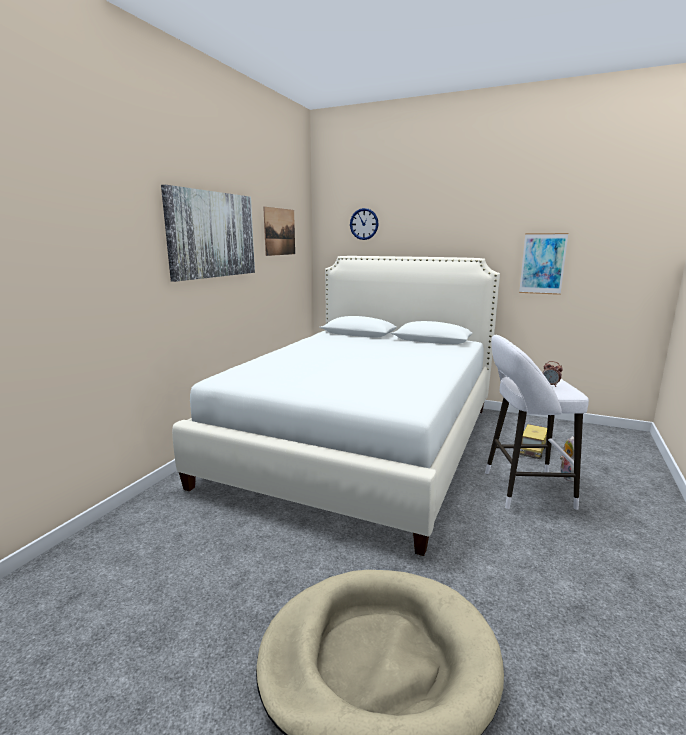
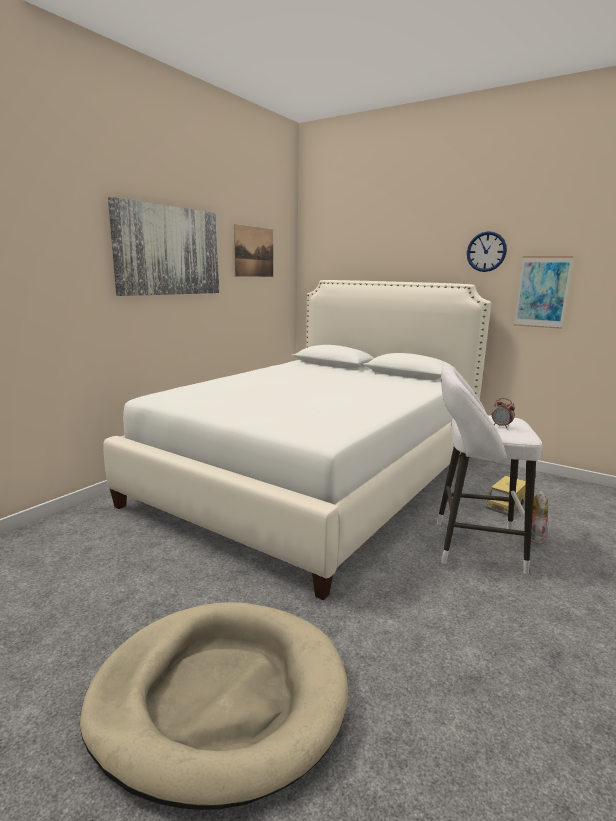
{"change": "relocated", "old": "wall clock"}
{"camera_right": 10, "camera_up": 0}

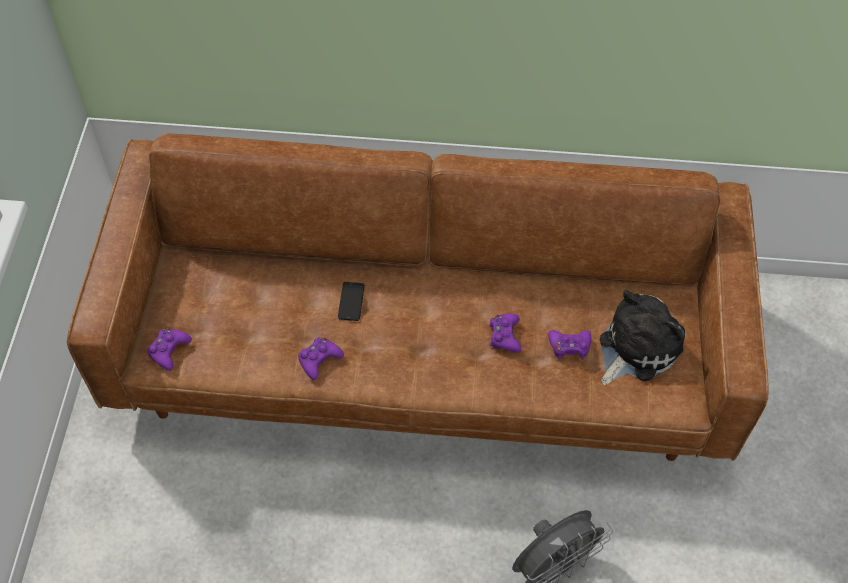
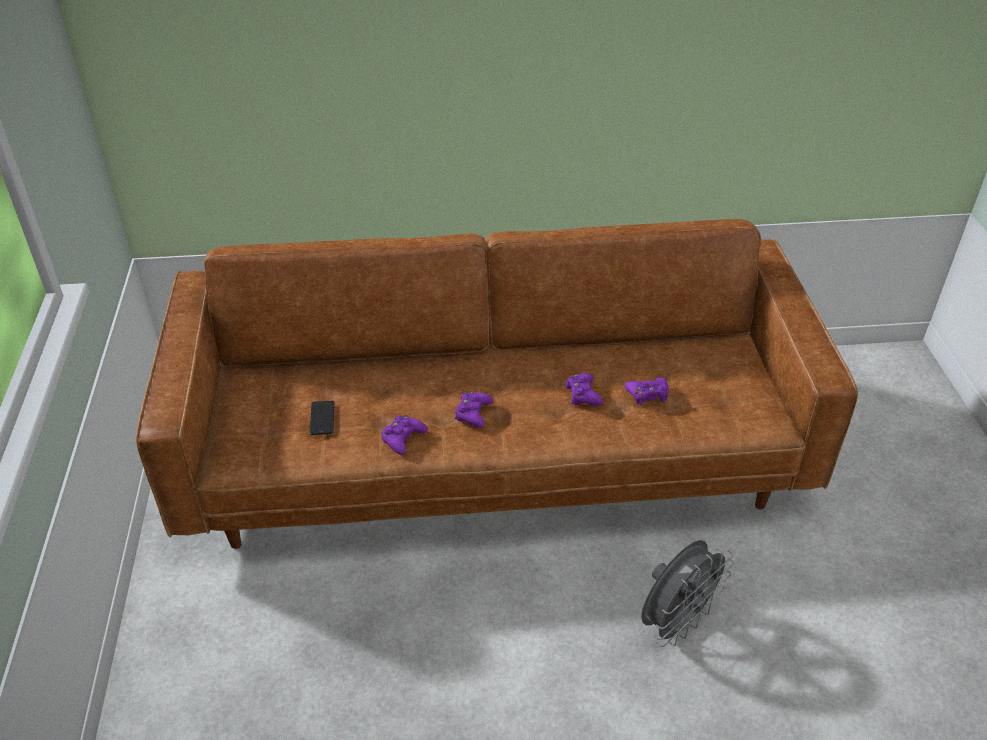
{"change": "relocated", "old": "phone"}
{"change": "relocated", "old": "game controller/purple (no. 1 from left in the first image)", "new": "game controller/purple (no. 2 from left)"}
{"change": "missing", "old": "plush toy"}
{"camera_right": -10, "camera_up": -15}

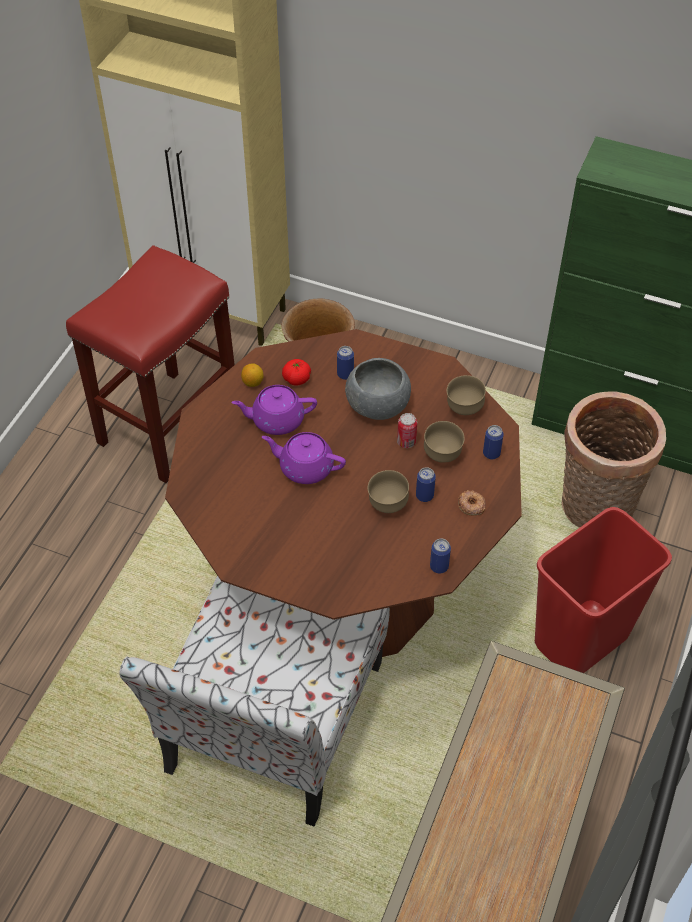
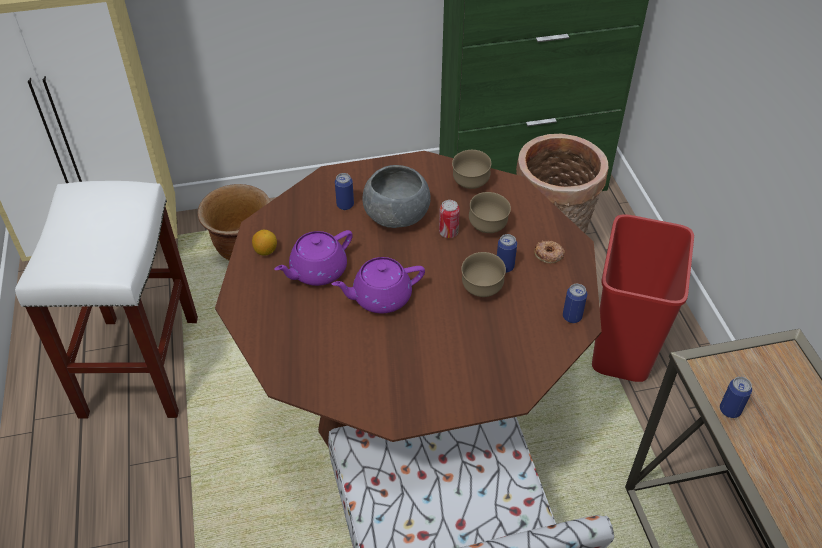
{"change": "colour", "old": "stool/red", "new": "stool/white"}
{"change": "relocated", "old": "can (no. 5 from left)"}
{"change": "missing", "old": "tomato"}
{"camera_right": -35, "camera_up": -5}

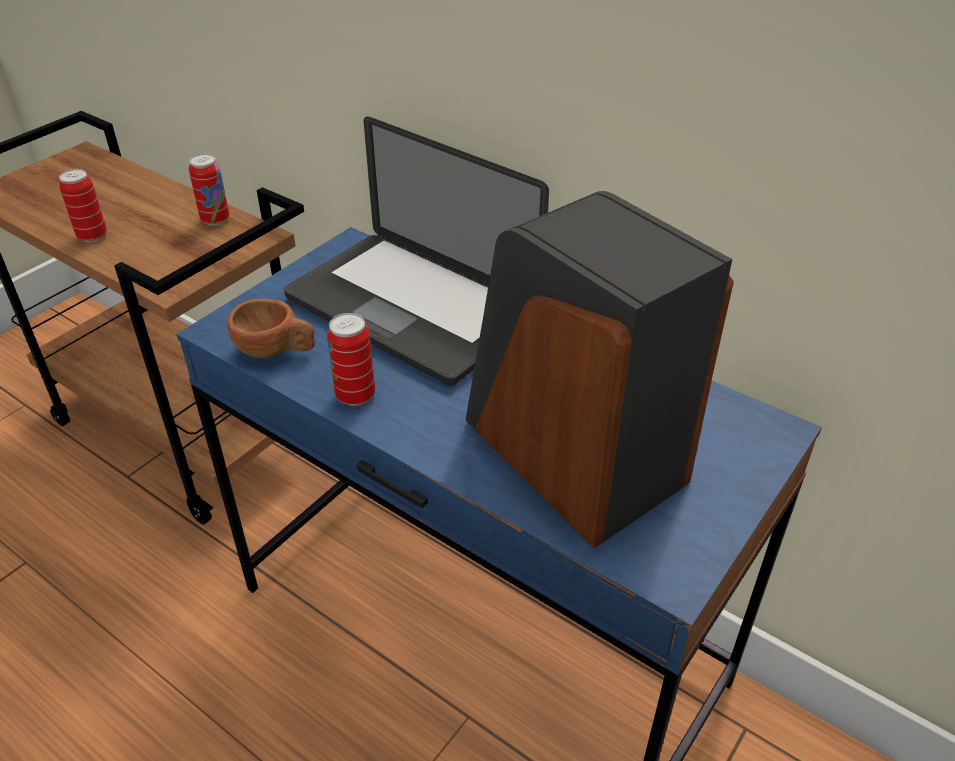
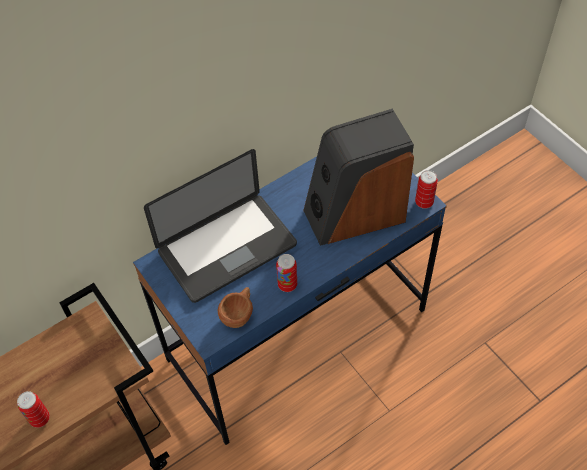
{"change": "relocated", "old": "can (no. 2 from left in the first image)", "new": "can (no. 3 from left)"}
{"camera_right": -70, "camera_up": 15}

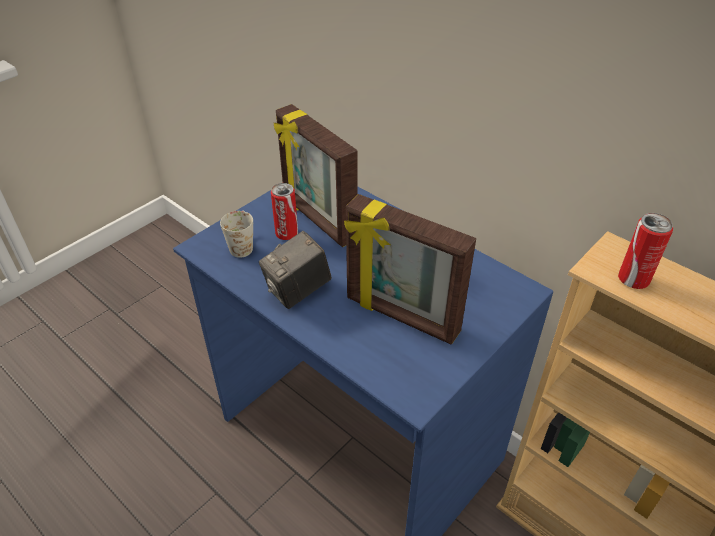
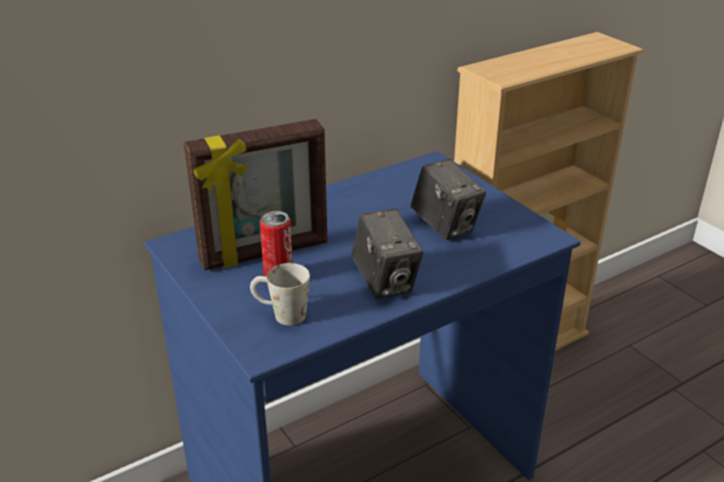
{"change": "exchanged", "old": "picture frame (no. 2 from left)", "new": "photo camera (no. 2 from left)"}
{"change": "missing", "old": "can (no. 2 from left)"}
{"camera_right": -75, "camera_up": -10}

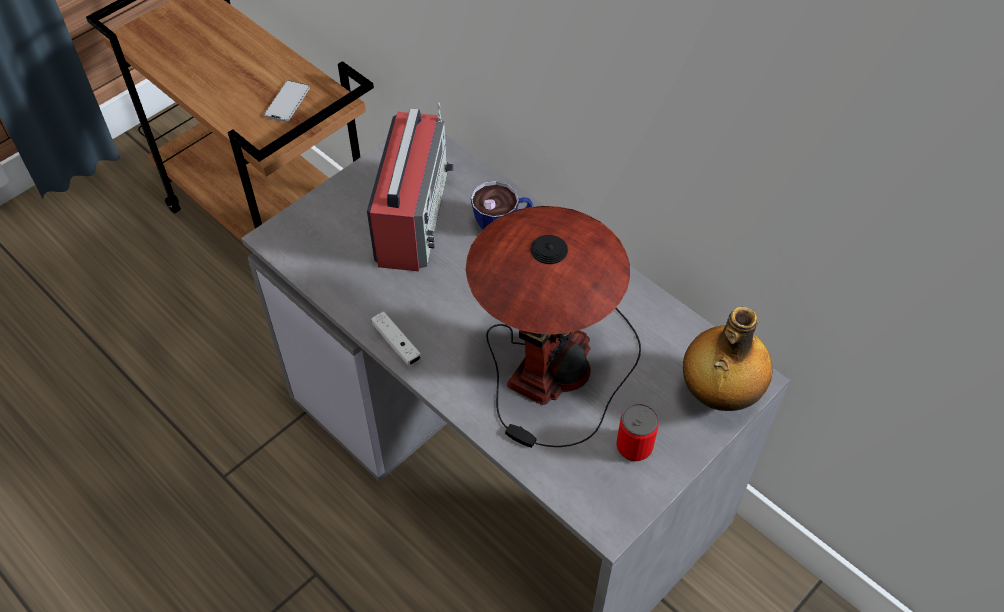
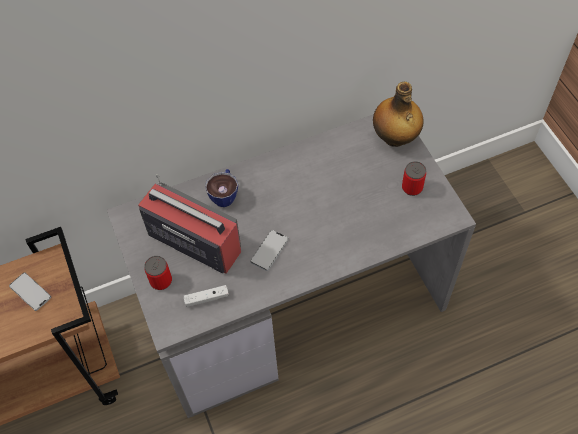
{"change": "appeared", "new": "can (no. 1 from left)"}
{"change": "relocated", "old": "game controller/white"}
{"change": "appeared", "new": "phone (no. 2 from left)"}
{"change": "missing", "old": "table lamp"}
{"camera_right": -65, "camera_up": 5}

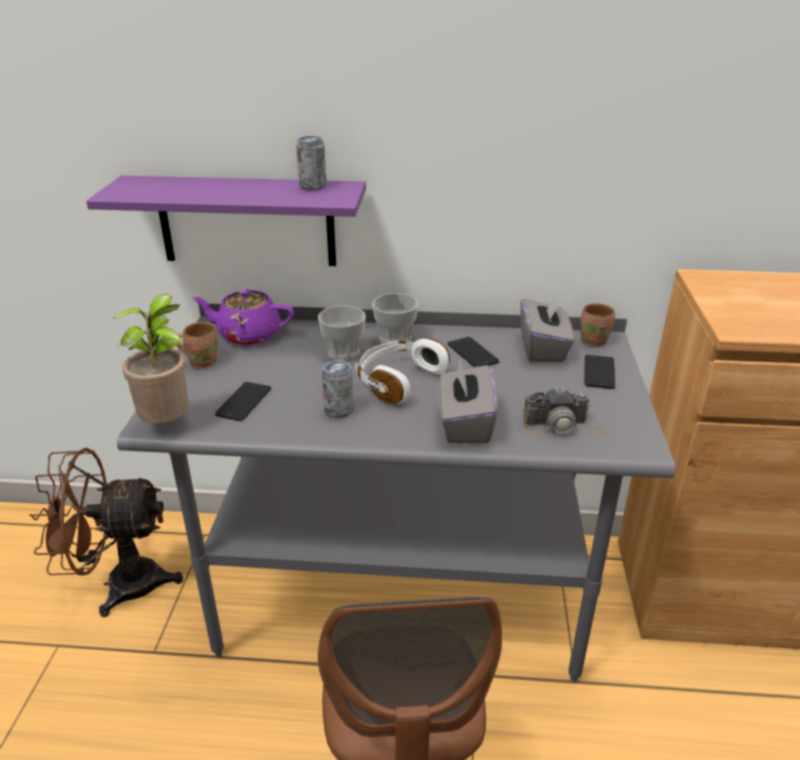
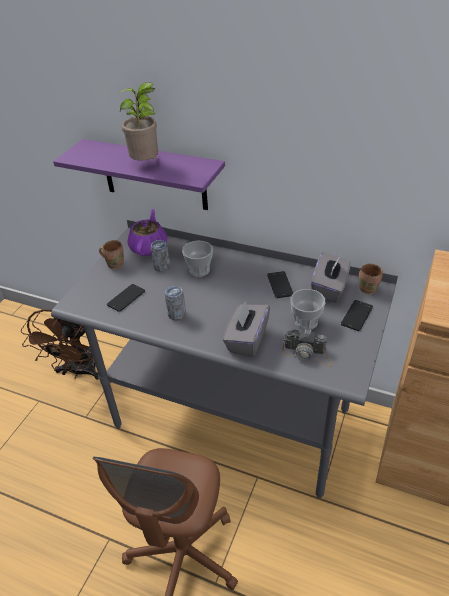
{"change": "spun", "old": "fan/brown", "degrees": -90}
{"change": "relocated", "old": "potted plant"}
{"change": "spun", "old": "teapot/purple", "degrees": 75}
{"change": "relocated", "old": "can (no. 1 from left)"}
{"change": "relocated", "old": "cup (no. 2 from left)"}
{"change": "missing", "old": "headphones/white"}
{"camera_right": 20, "camera_up": 10}

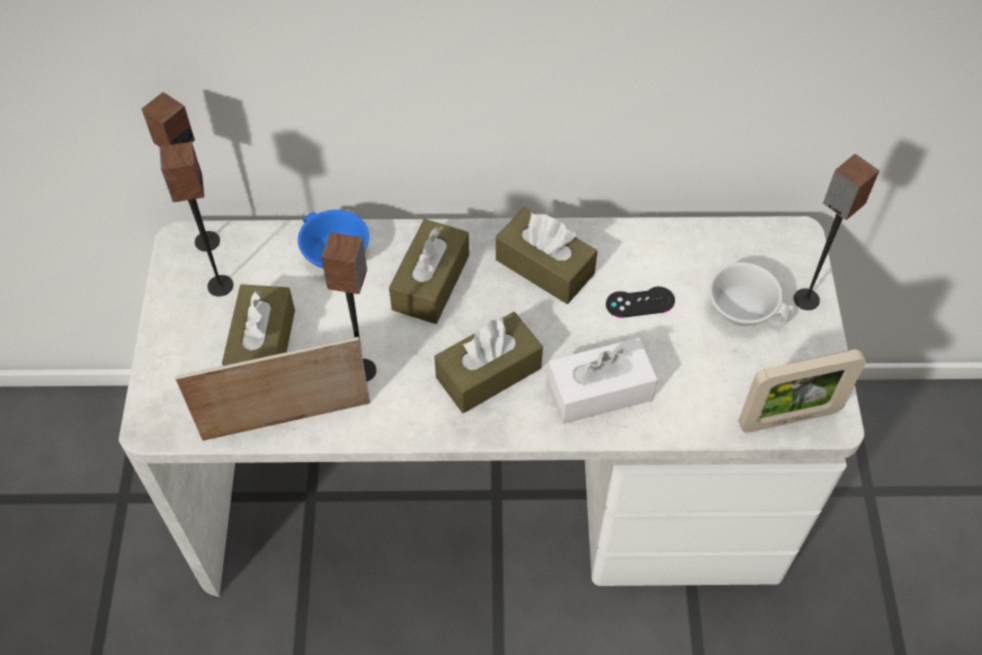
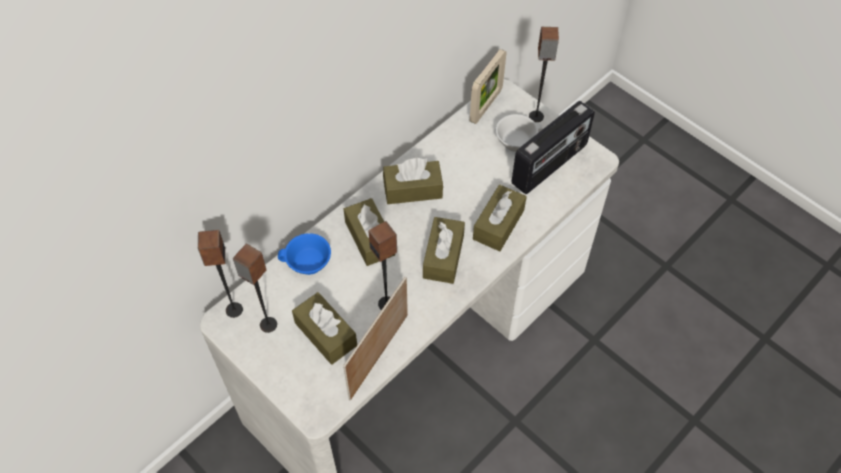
{"change": "relocated", "old": "picture frame (no. 2 from left)"}
{"change": "colour", "old": "tissue box/white", "new": "tissue box/brown (no. 5 from left)"}
{"change": "appeared", "new": "radio"}
{"change": "missing", "old": "game controller/black"}
{"camera_right": -45, "camera_up": 0}

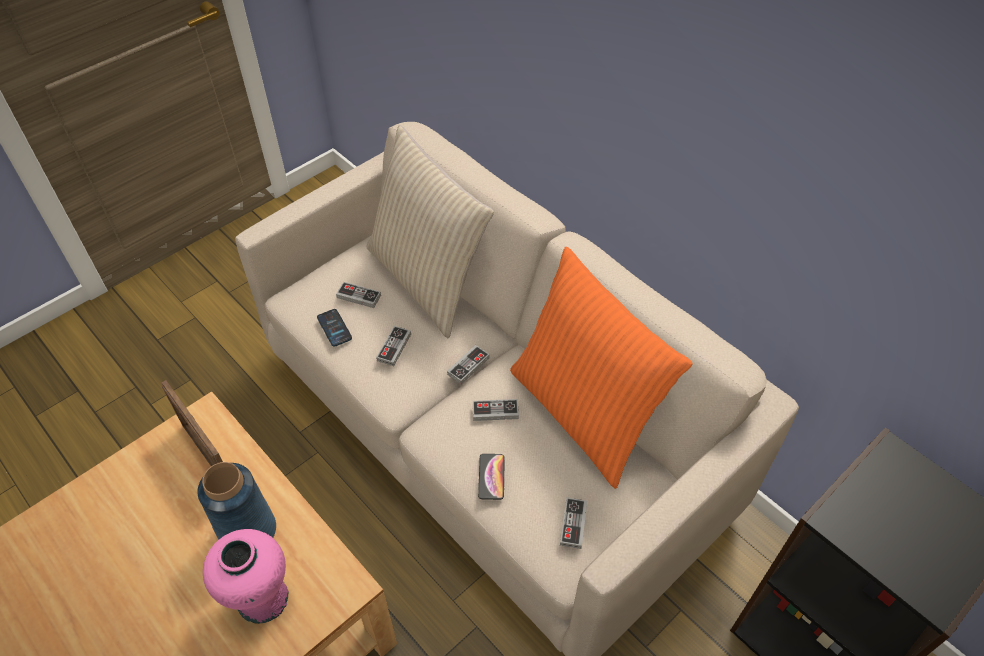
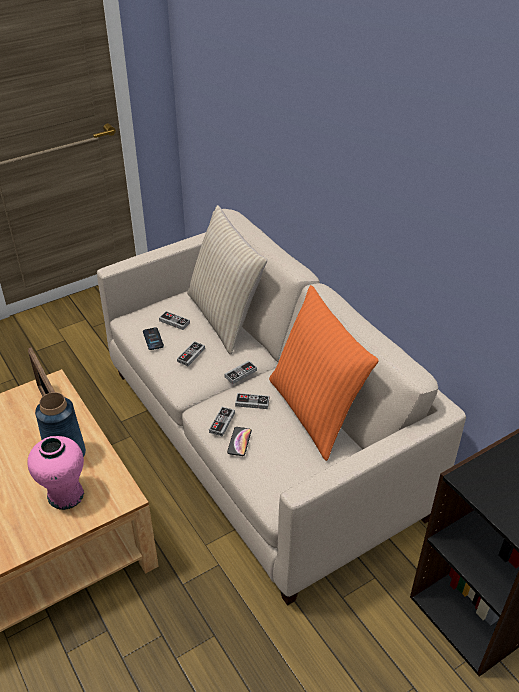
{"change": "relocated", "old": "game controller (no. 5 from left in the first image)", "new": "game controller (no. 3 from left)"}
{"camera_right": 10, "camera_up": -10}

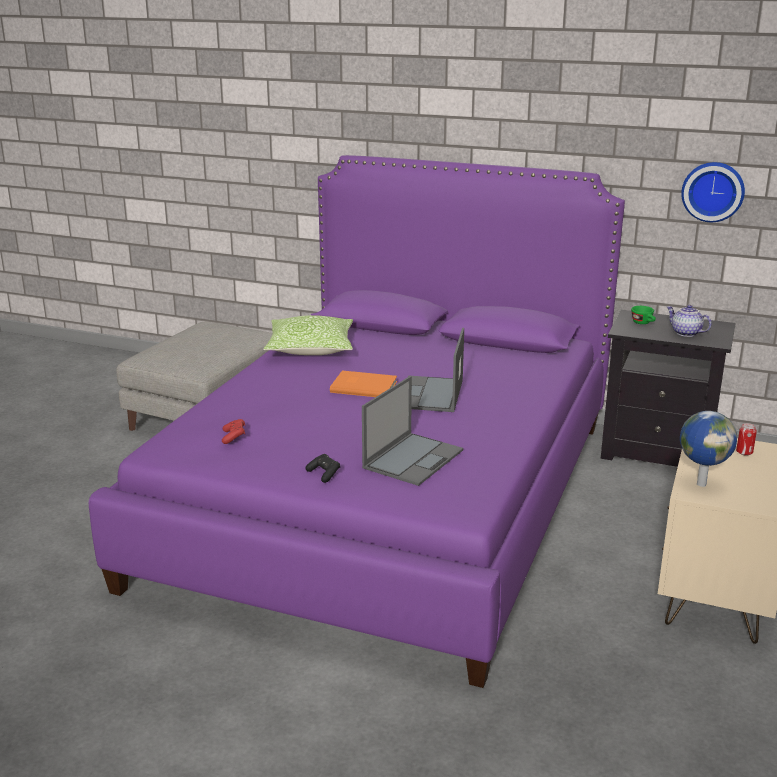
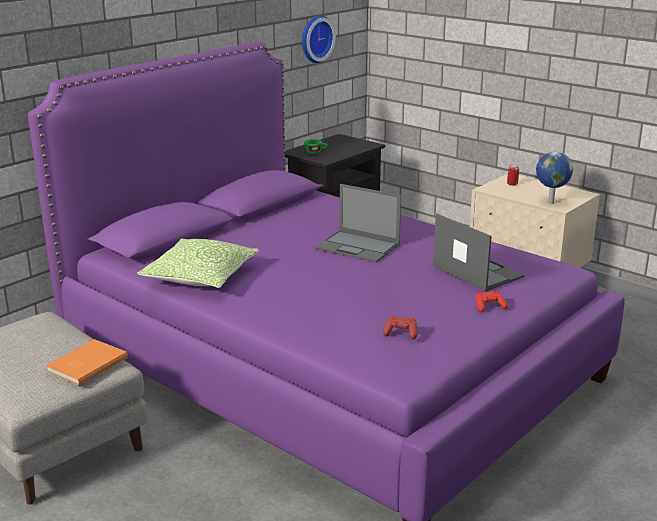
{"change": "relocated", "old": "book/orange"}
{"change": "colour", "old": "game controller/black", "new": "game controller/red (no. 2 from left)"}
{"change": "missing", "old": "teapot"}
{"camera_right": -70, "camera_up": 0}

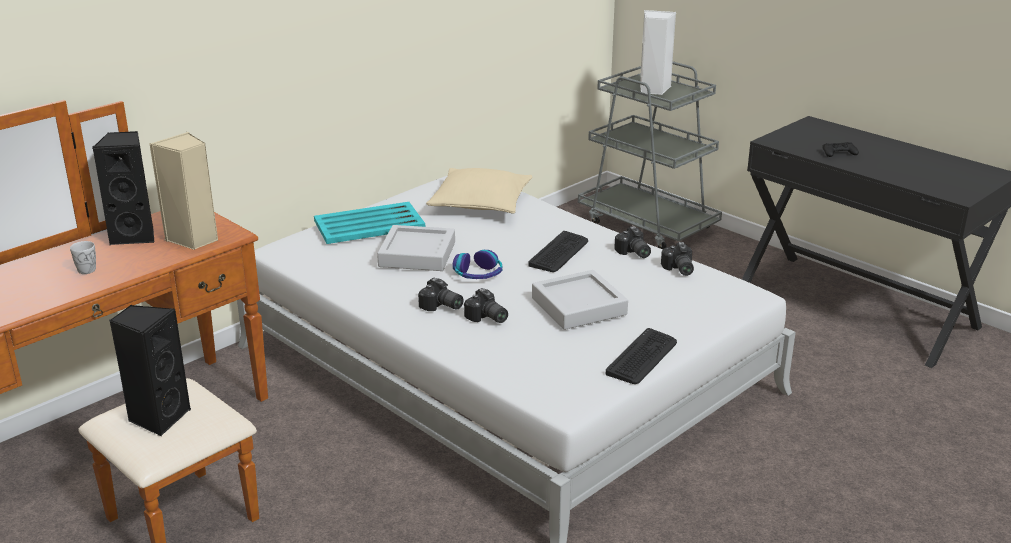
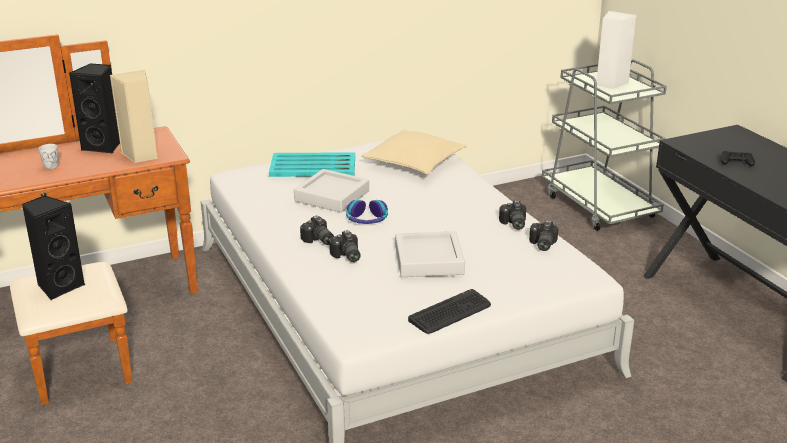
{"change": "missing", "old": "keyboard (no. 1 from left)"}
{"camera_right": 20, "camera_up": 0}

